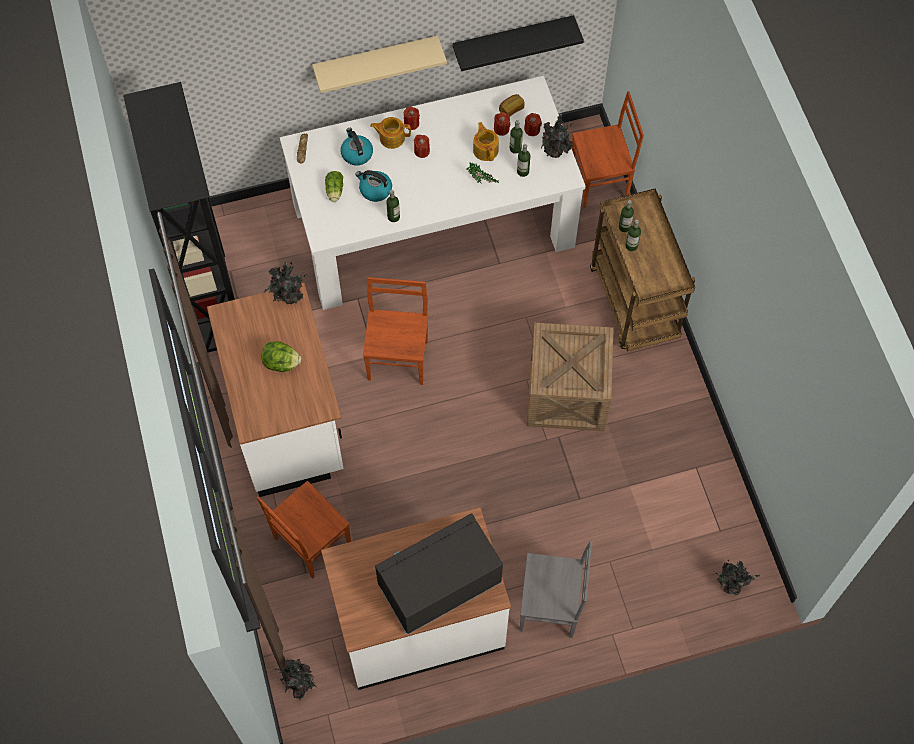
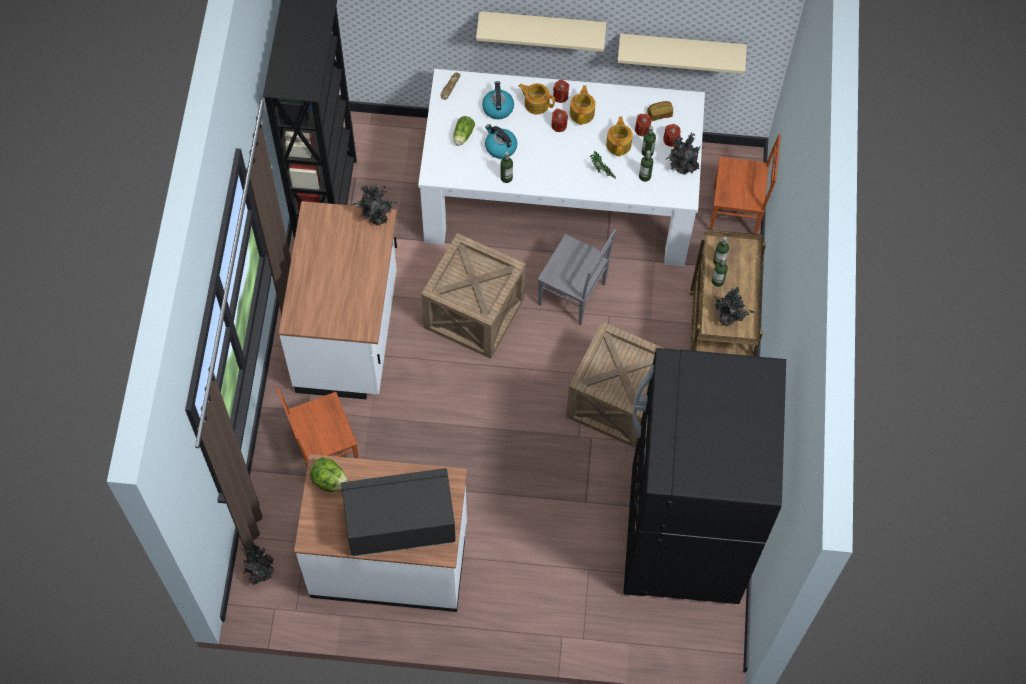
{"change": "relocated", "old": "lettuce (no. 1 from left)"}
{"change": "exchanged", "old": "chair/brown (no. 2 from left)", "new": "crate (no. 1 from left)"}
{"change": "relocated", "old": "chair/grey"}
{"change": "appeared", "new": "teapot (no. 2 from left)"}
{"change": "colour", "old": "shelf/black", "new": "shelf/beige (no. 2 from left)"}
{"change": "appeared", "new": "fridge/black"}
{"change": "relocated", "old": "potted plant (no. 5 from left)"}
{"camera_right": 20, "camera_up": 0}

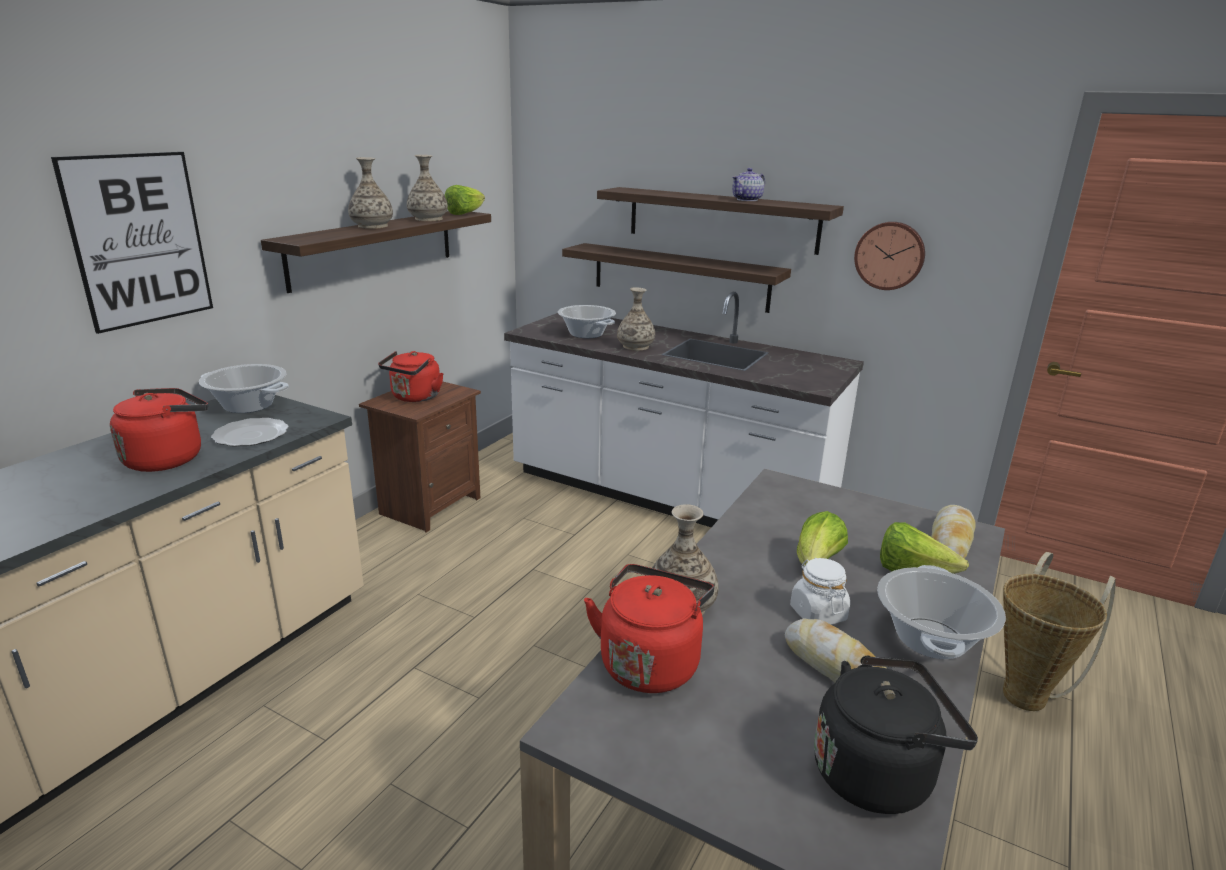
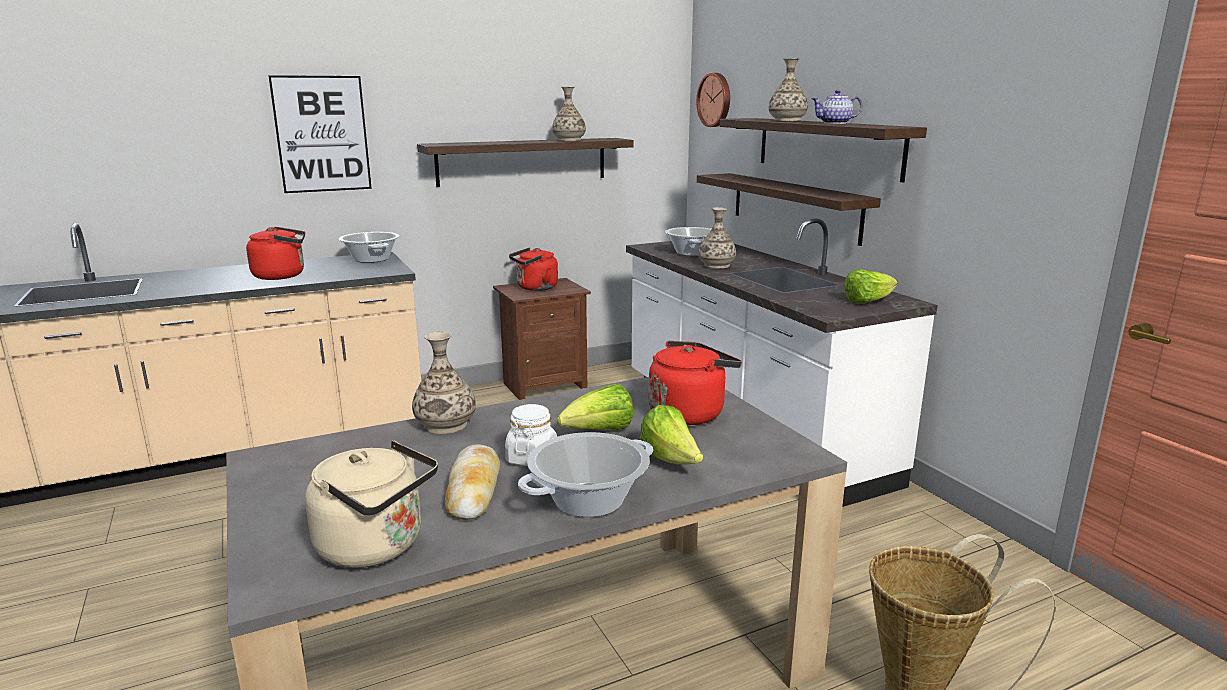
{"change": "colour", "old": "kettle/black", "new": "kettle/beige"}
{"change": "relocated", "old": "kettle/red (no. 3 from left)"}
{"change": "relocated", "old": "wall clock"}
{"change": "relocated", "old": "vase (no. 1 from left in the first image)", "new": "vase (no. 4 from left)"}
{"change": "relocated", "old": "lettuce (no. 1 from left in the first image)", "new": "lettuce (no. 3 from left)"}
{"change": "missing", "old": "plate"}
{"change": "missing", "old": "bread (no. 2 from left)"}
{"camera_right": 35, "camera_up": -5}

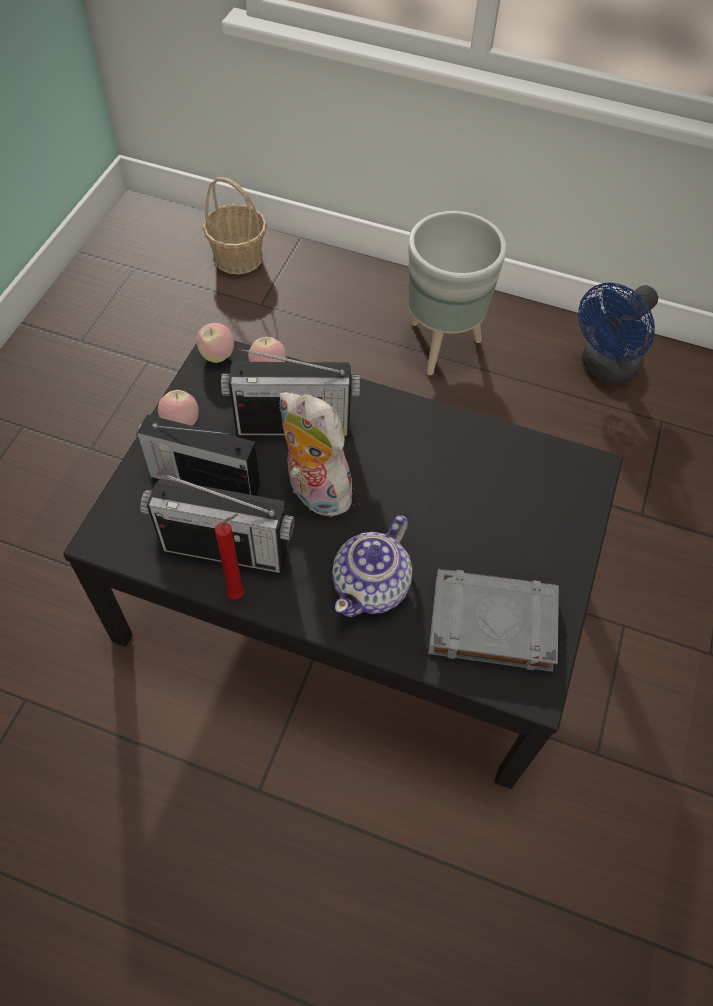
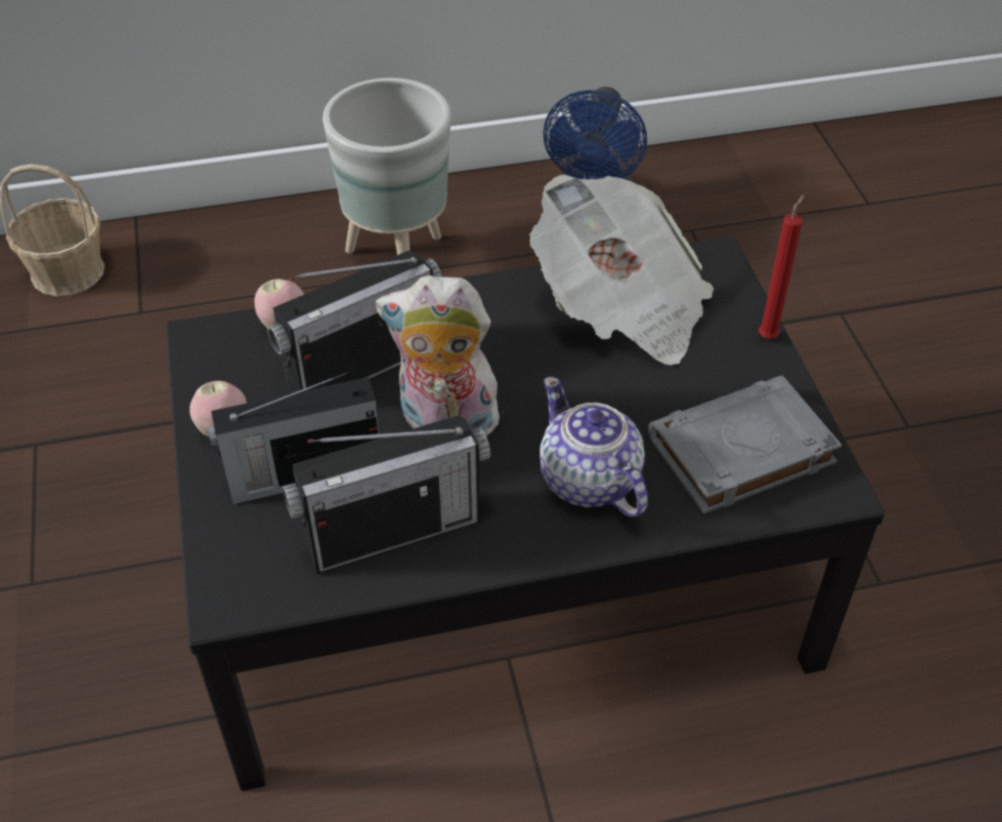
{"change": "appeared", "new": "newspaper"}
{"change": "spun", "old": "teapot", "degrees": 150}
{"change": "relocated", "old": "candle/red"}
{"change": "missing", "old": "apple (no. 2 from left)"}
{"camera_right": -30, "camera_up": -10}

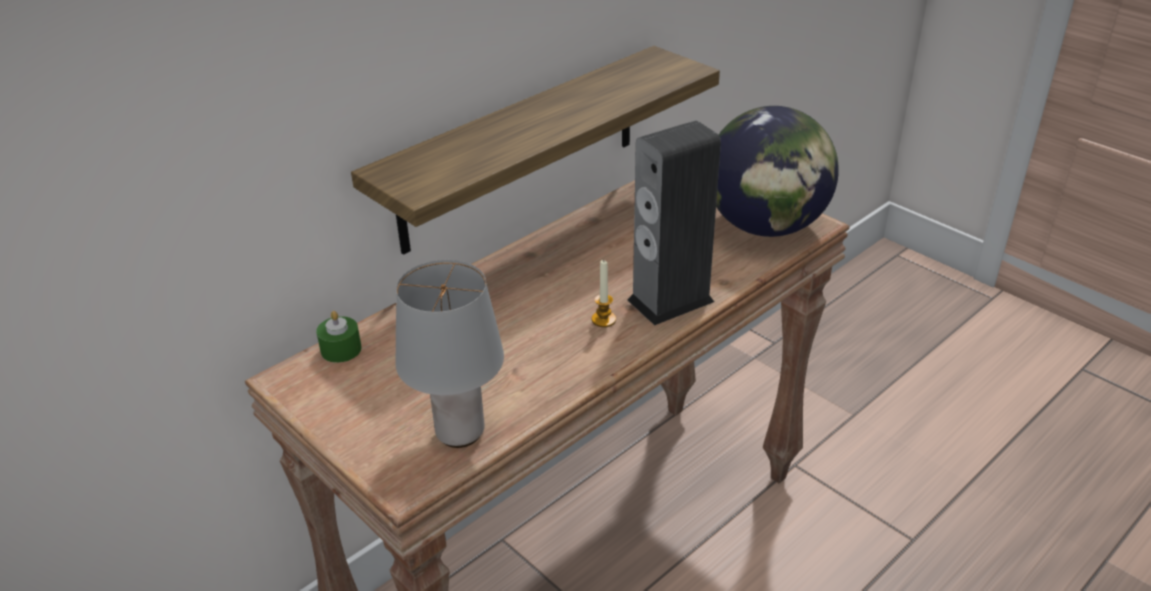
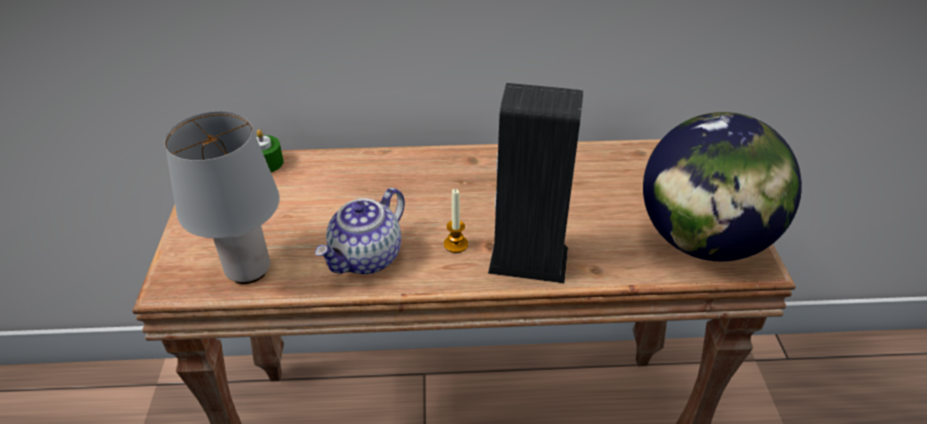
{"change": "appeared", "new": "teapot"}
{"change": "missing", "old": "shelf"}
{"camera_right": 40, "camera_up": 5}

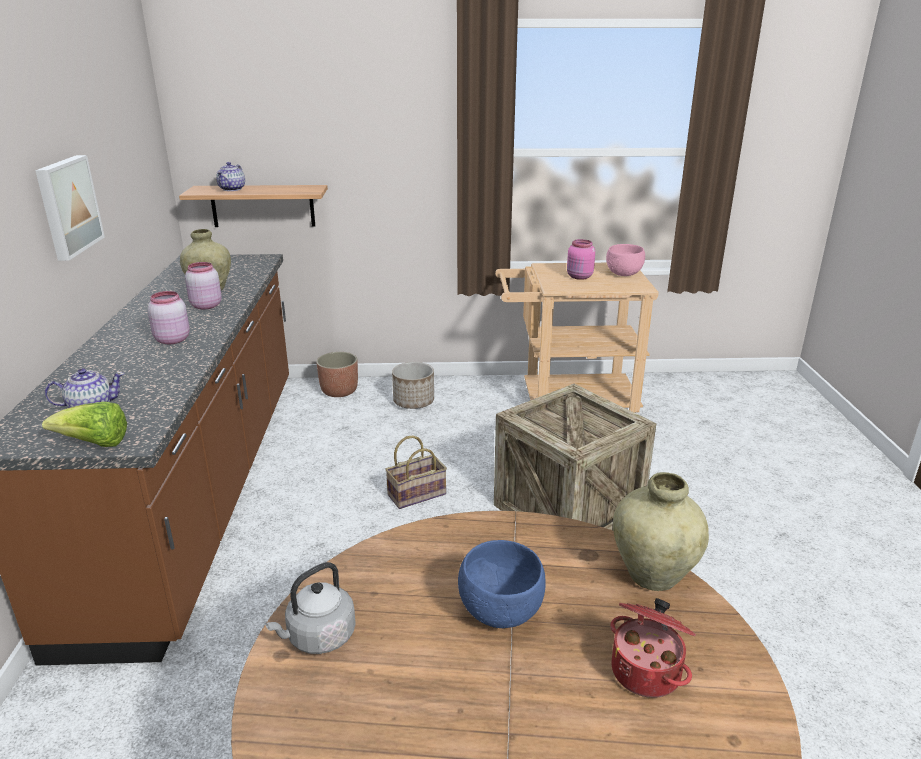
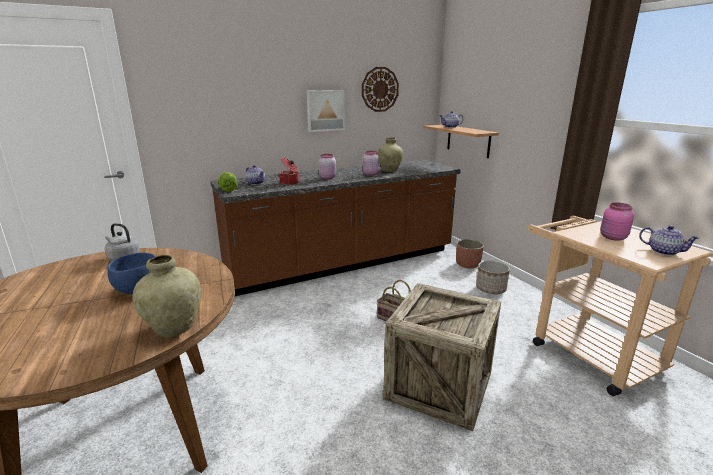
{"change": "relocated", "old": "cooking pot"}
{"change": "appeared", "new": "wall clock"}
{"change": "exchanged", "old": "bowl/pink", "new": "teapot (no. 3 from left)"}
{"camera_right": 65, "camera_up": -5}

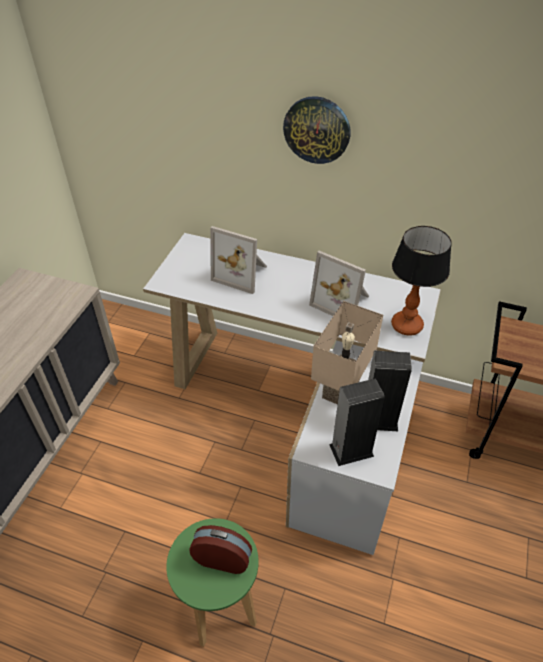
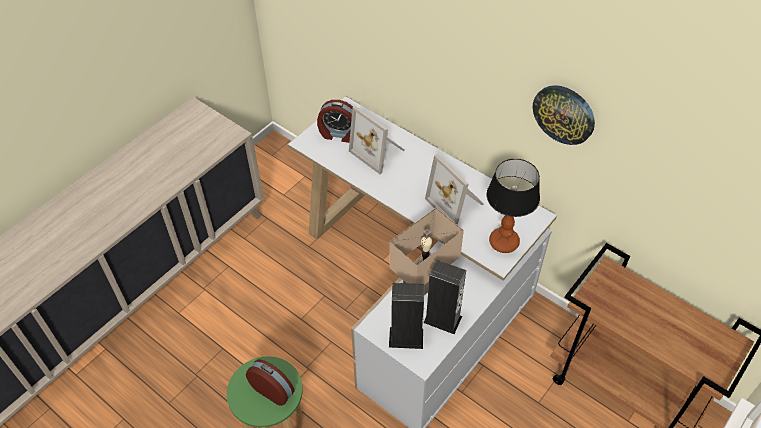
{"change": "appeared", "new": "alarm clock (no. 2 from left)"}
{"change": "relocated", "old": "wall clock"}
{"camera_right": 20, "camera_up": 5}

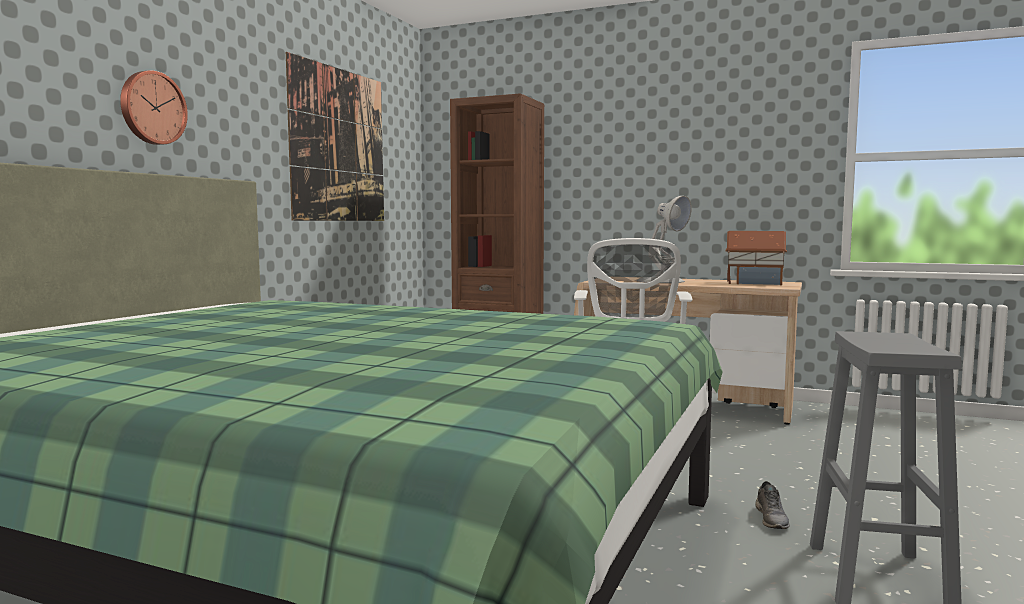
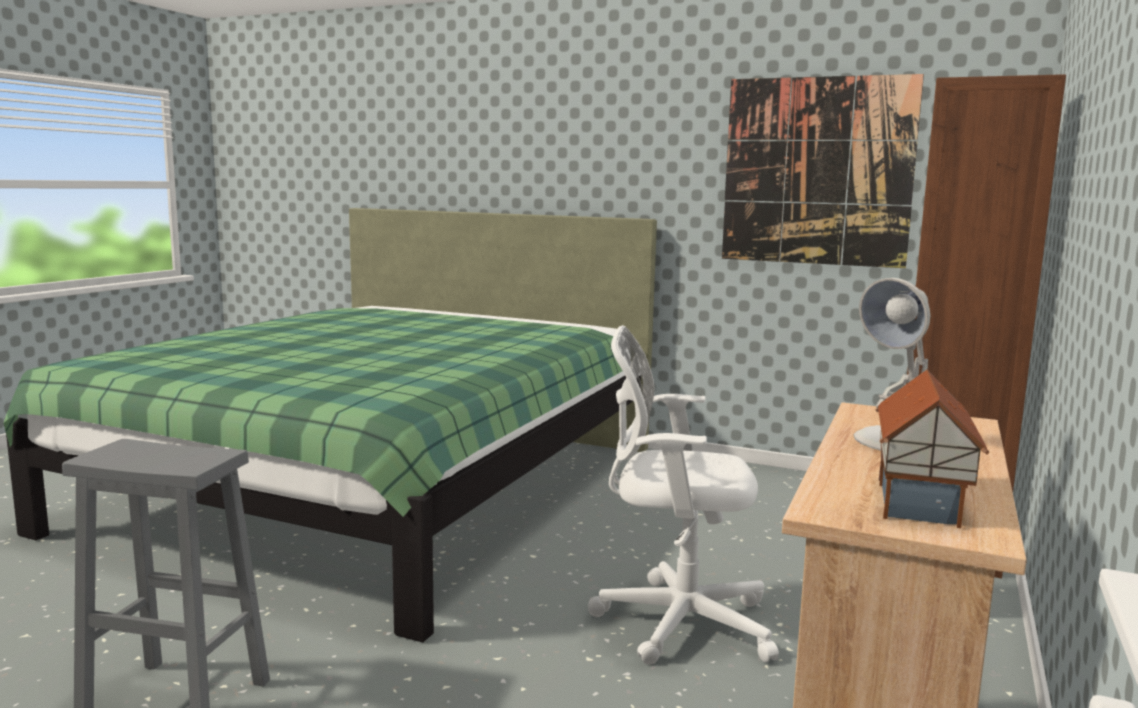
{"change": "missing", "old": "wall clock"}
{"change": "missing", "old": "shoe/grey"}
{"camera_right": 90, "camera_up": 5}

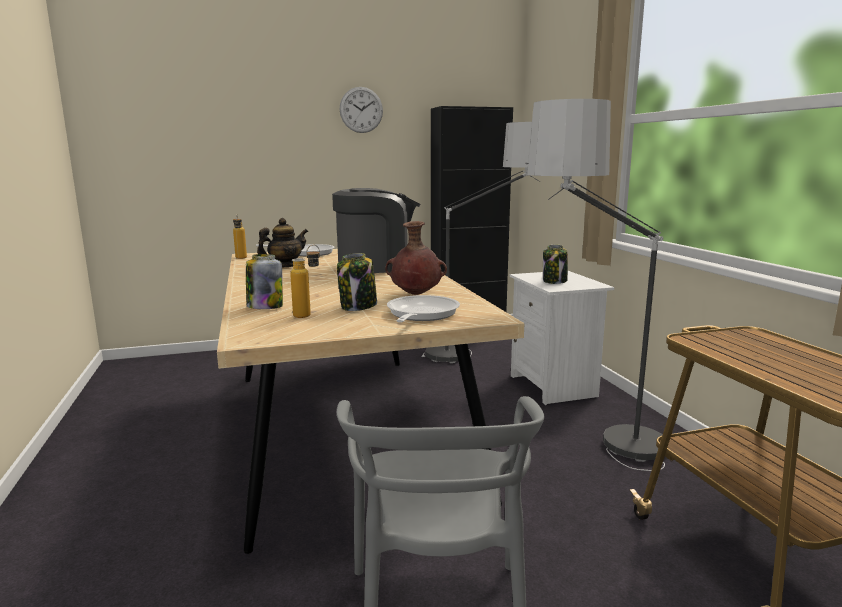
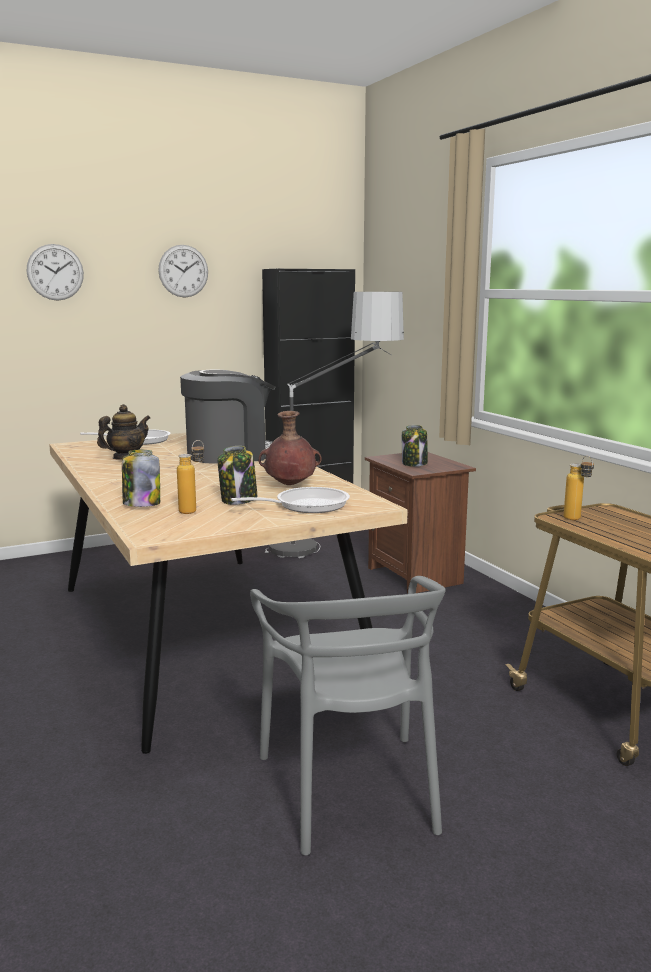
{"change": "appeared", "new": "wall clock (no. 1 from left)"}
{"change": "spun", "old": "frying pan (no. 2 from left)", "degrees": 60}
{"change": "colour", "old": "nightstand/white", "new": "nightstand/brown"}
{"change": "relocated", "old": "bottle (no. 1 from left in the first image)", "new": "bottle (no. 2 from left)"}
{"change": "missing", "old": "floor lamp (no. 2 from left)"}
{"camera_right": -10, "camera_up": 0}

